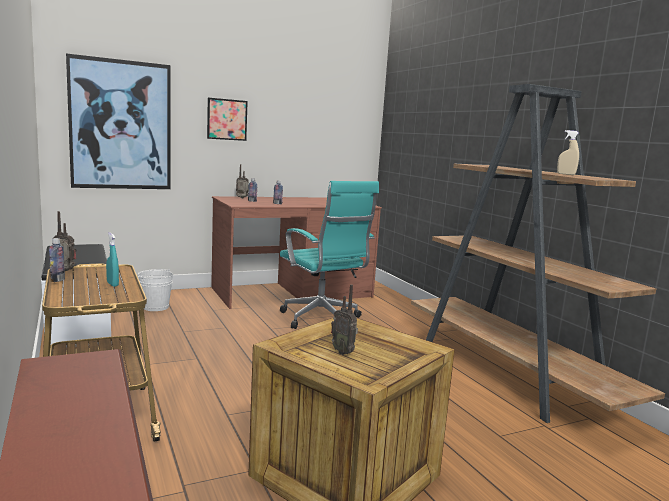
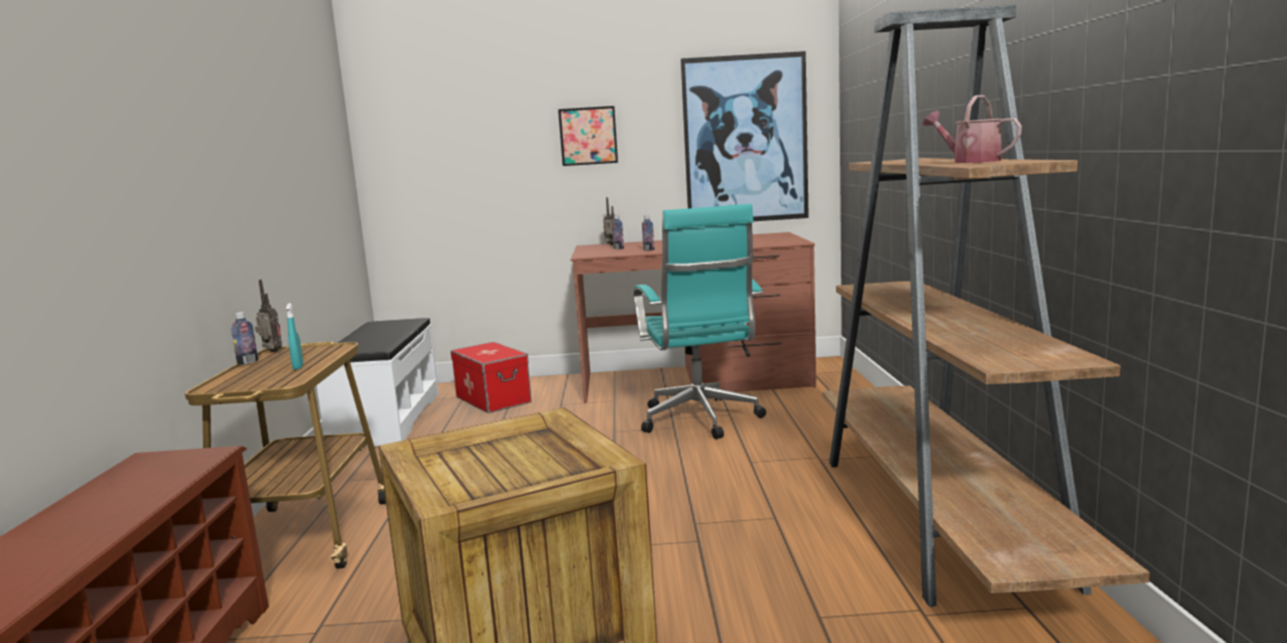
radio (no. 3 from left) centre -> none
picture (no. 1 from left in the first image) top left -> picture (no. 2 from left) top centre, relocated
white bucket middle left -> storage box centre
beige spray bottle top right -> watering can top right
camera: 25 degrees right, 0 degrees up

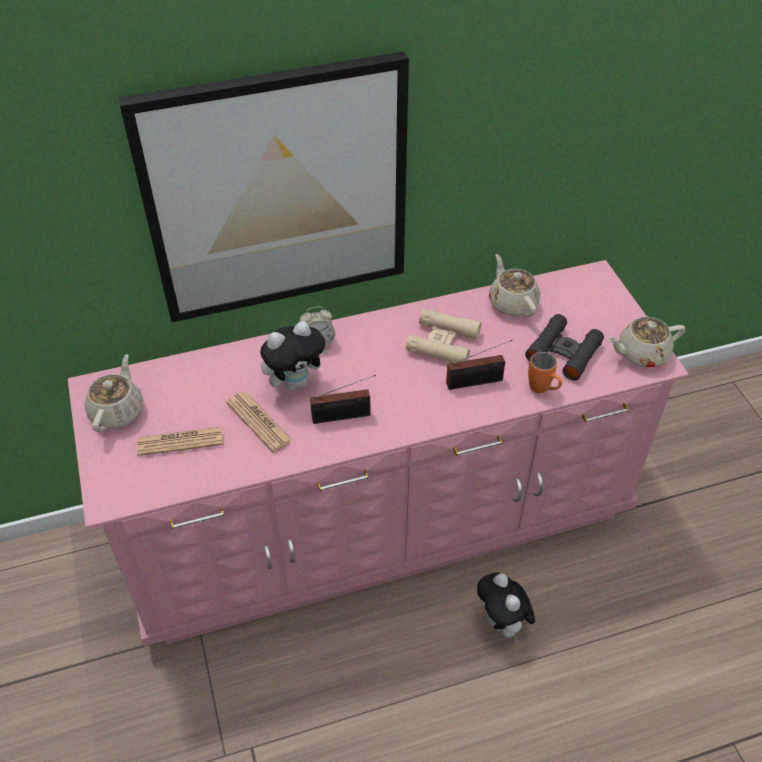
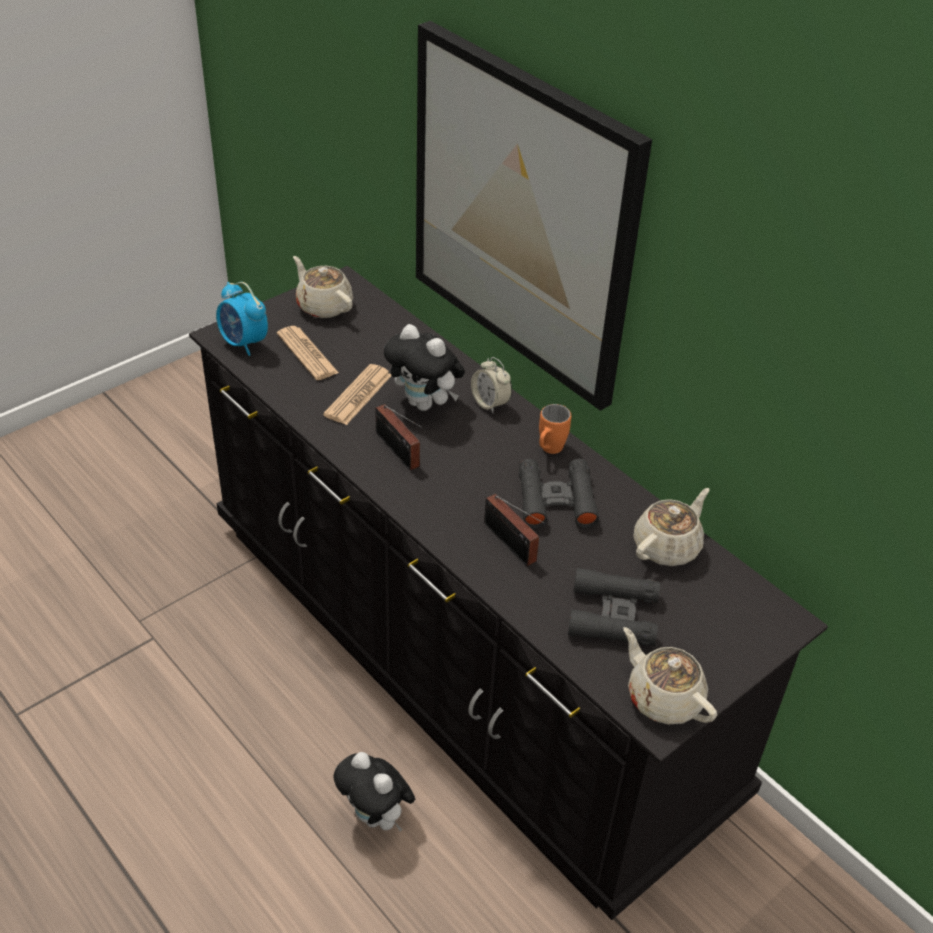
none -> alarm clock (no. 1 from left) middle left
orange mug middle right -> orange mug centre, relocated
pink dresser centre -> black dresser centre
beige binoculars centre -> black binoculars (no. 1 from left) centre
beige teapot (no. 1 from left) middle left -> beige teapot (no. 1 from left) top centre, 120 degrees counterclockwise
plush toy (no. 2 from left in the first image) bottom centre -> plush toy (no. 1 from left) bottom centre, 90 degrees counterclockwise
camera: 65 degrees right, 5 degrees down

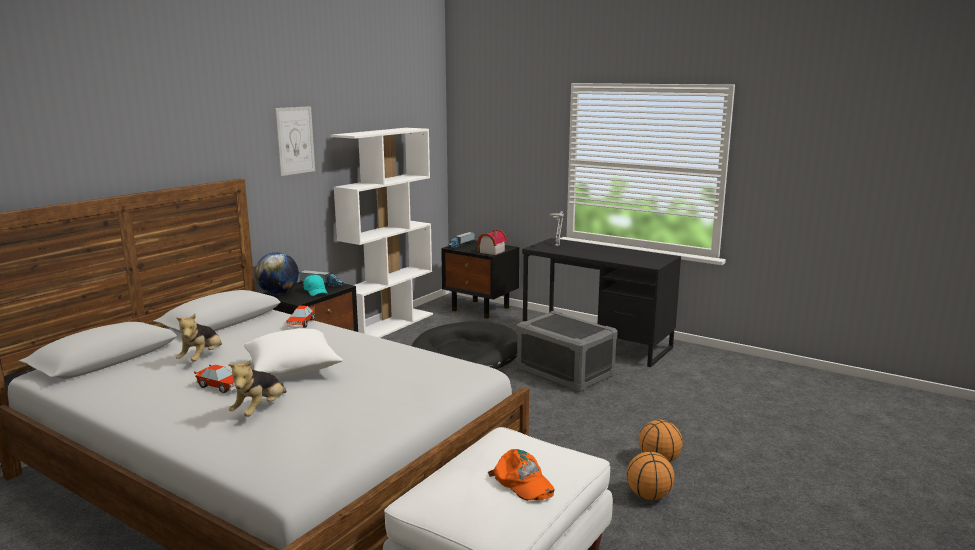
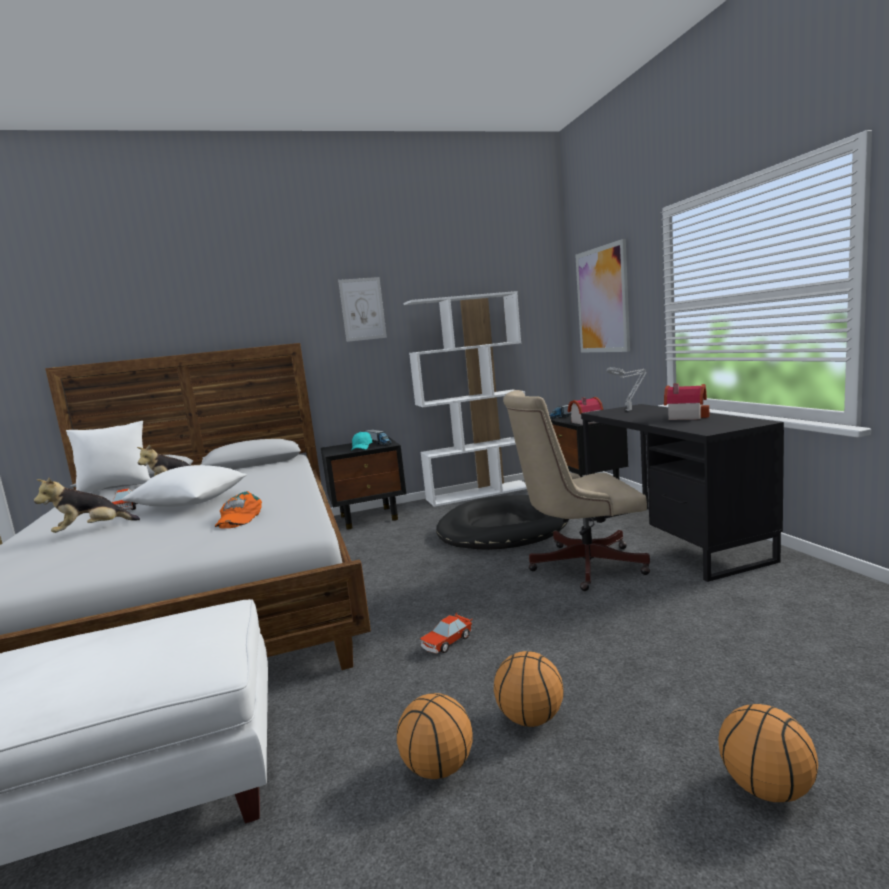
globe middle left -> none
none -> white pillow (no. 1 from left) middle left
none -> picture (no. 2 from left) top right
none -> toy house (no. 2 from left) middle right
none -> basketball (no. 3 from left) bottom right
toy car (no. 2 from left) middle left -> toy car (no. 2 from left) bottom centre, relocated
orange cap bottom centre -> orange cap middle left, relocated
grey storage box centre -> beige office chair centre
camera: 40 degrees right, 5 degrees down

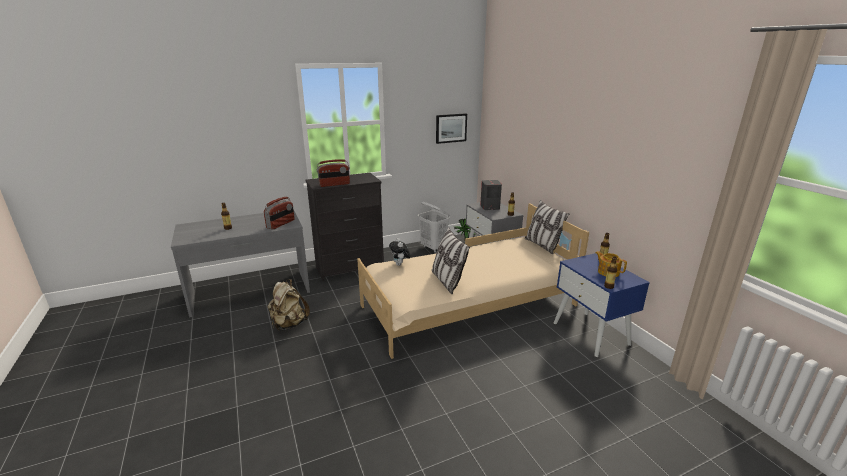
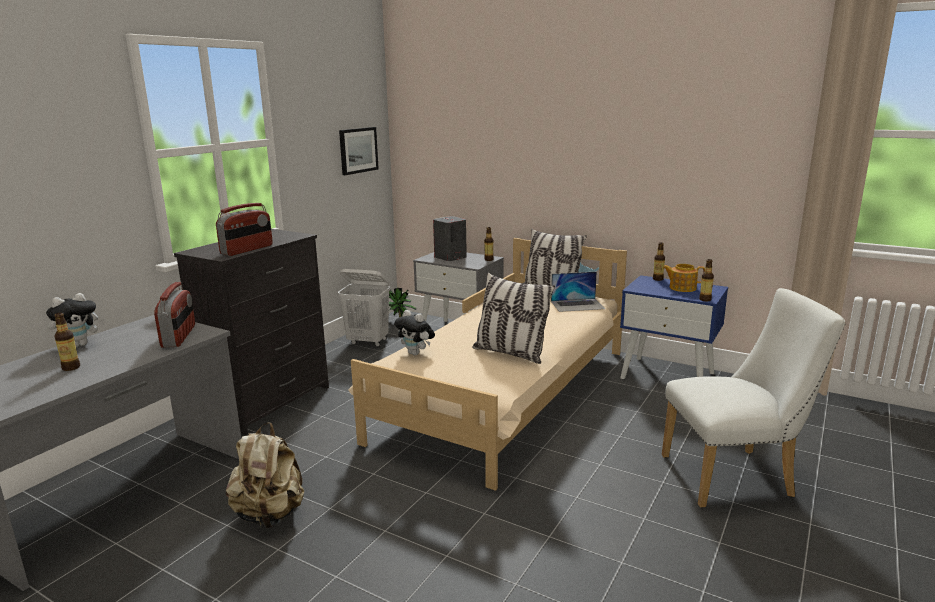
none -> plush toy (no. 1 from left) middle left
none -> laptop centre
none -> white chair middle right
camera: 35 degrees left, 5 degrees down

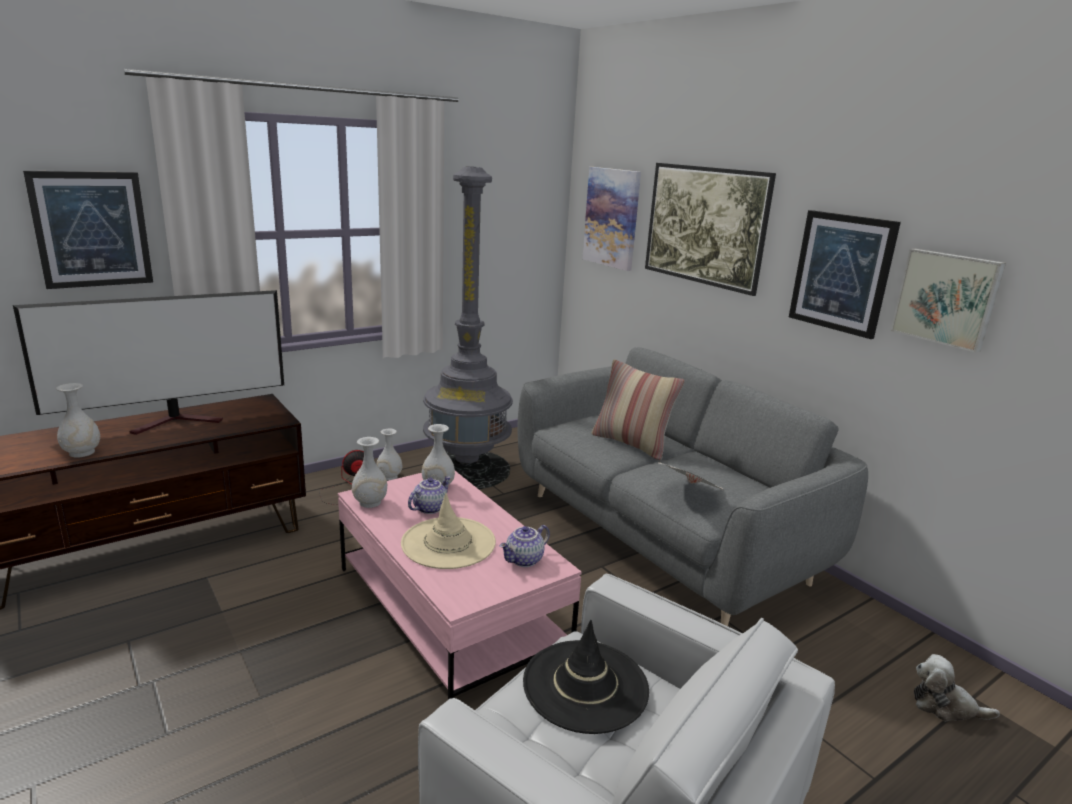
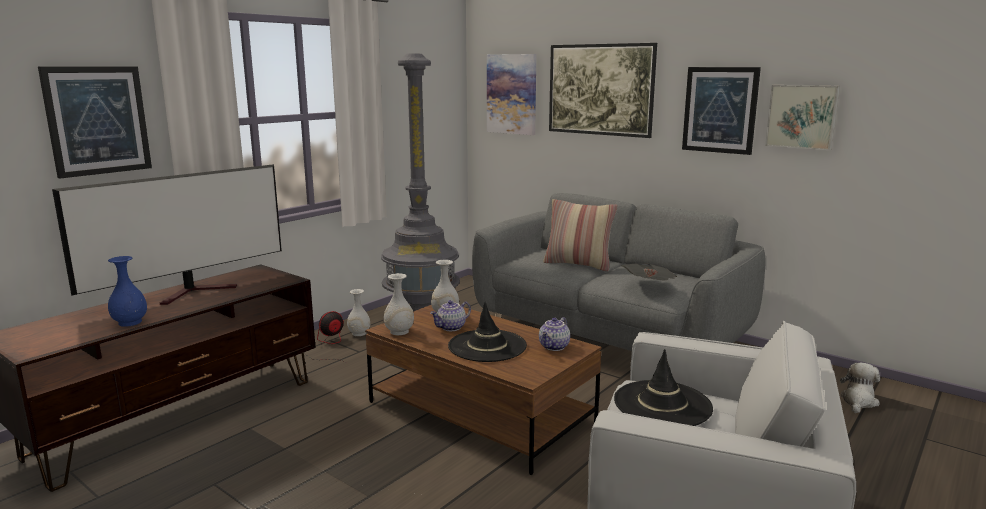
white vase (no. 1 from left) middle left -> blue vase middle left
pink coffee table bottom centre -> brown coffee table bottom centre
beige hat centre -> black hat (no. 1 from left) centre
teapot (no. 1 from left) centre, 150 degrees counterclockwise
plush toy bottom right, 120 degrees clockwise
camera: 15 degrees left, 5 degrees down

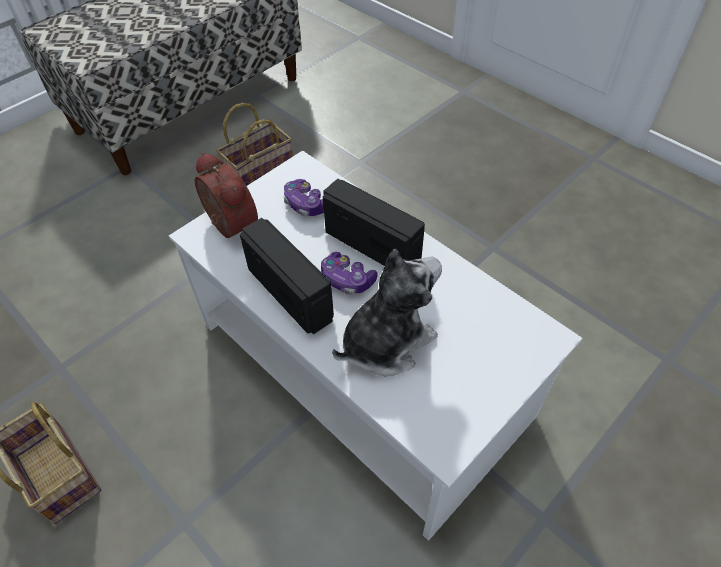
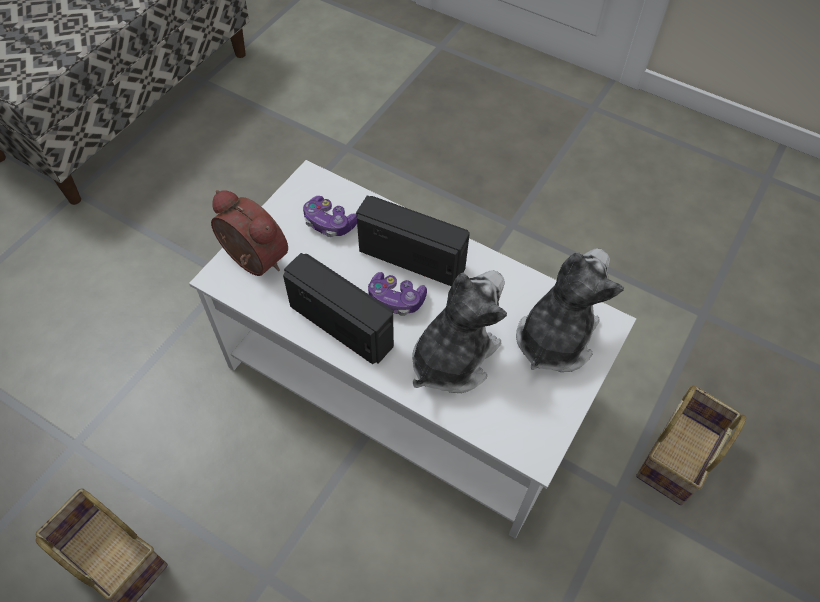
none -> plush toy (no. 2 from left) middle right
basket (no. 2 from left) top centre -> basket (no. 2 from left) bottom right, relocated
camera: 15 degrees left, 5 degrees up

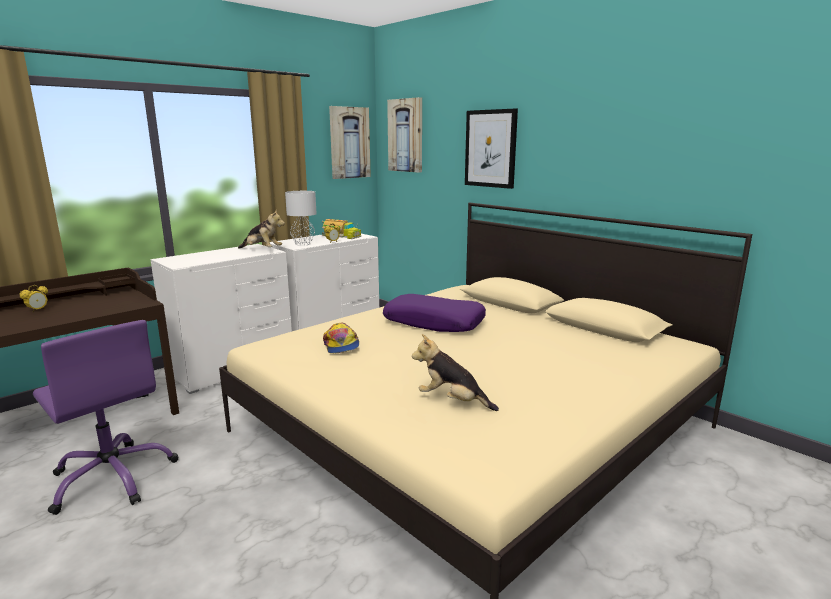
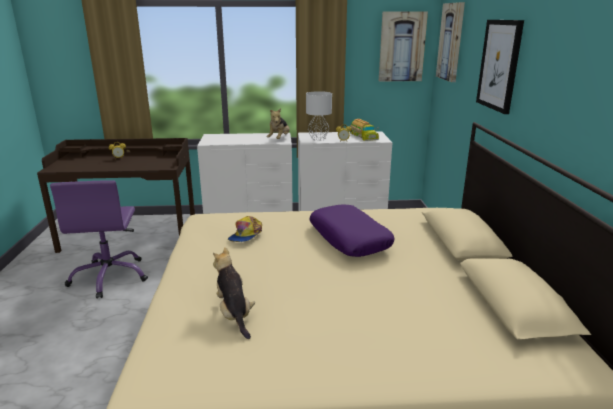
plush toy (no. 1 from left in the first image) middle left -> plush toy (no. 2 from left) top centre, 45 degrees clockwise
camera: 40 degrees right, 5 degrees up

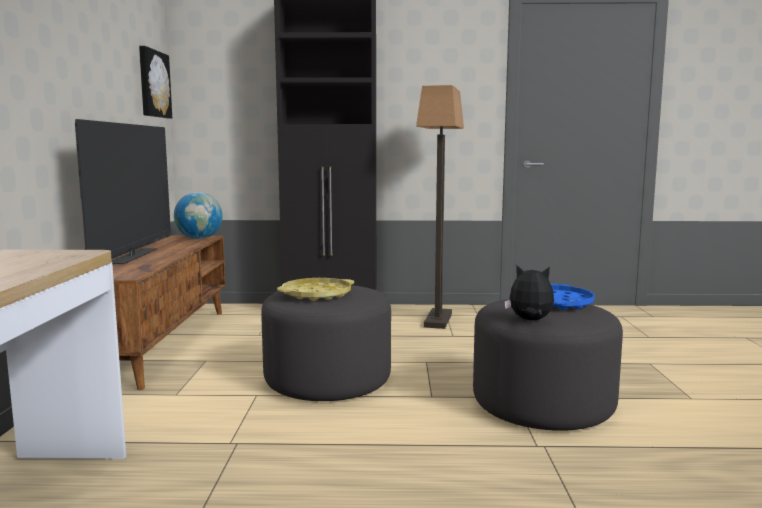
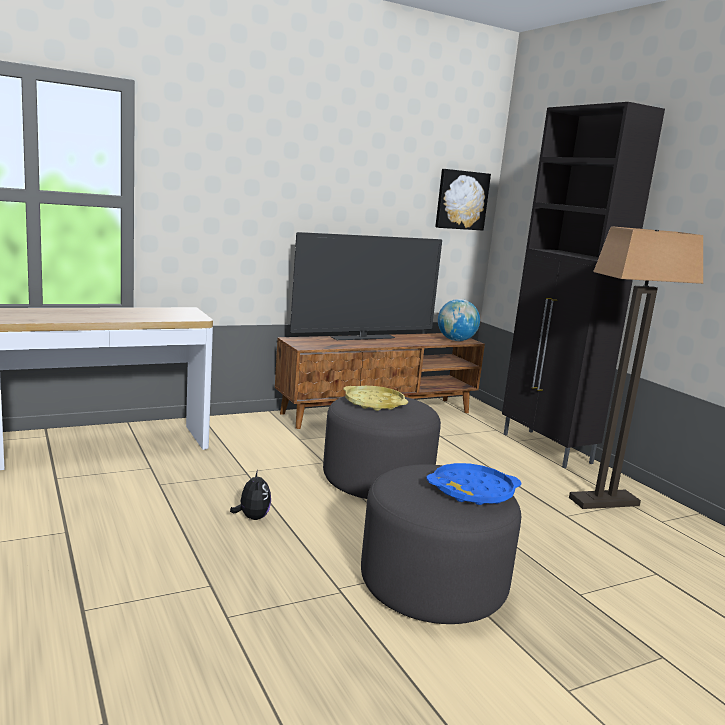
plush toy middle right -> plush toy bottom centre, relocated
camera: 60 degrees right, 5 degrees up

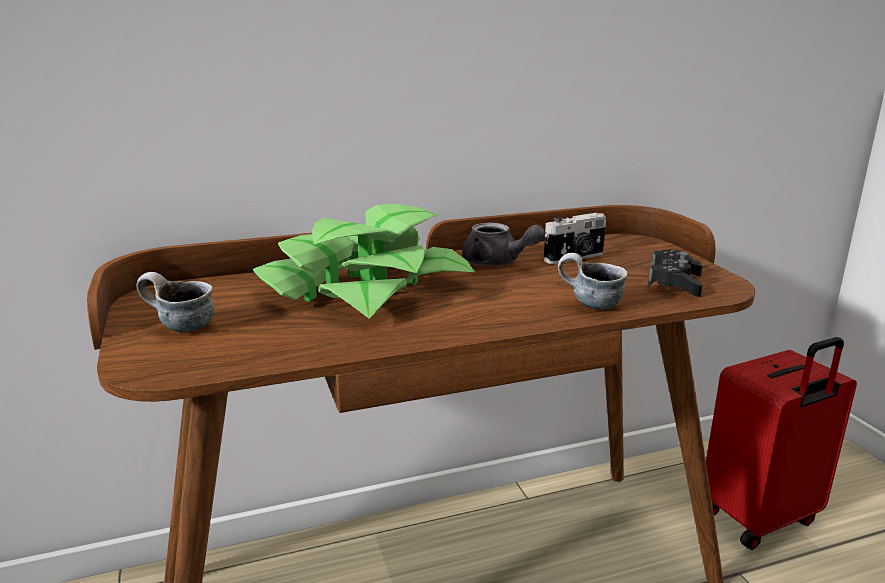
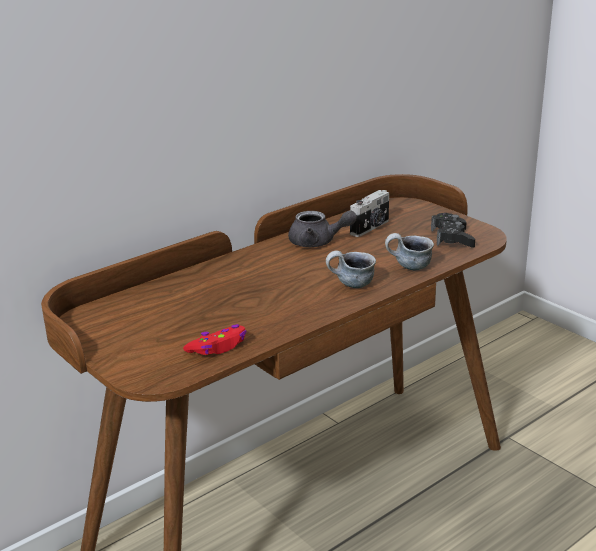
potted plant centre -> none
red suitcase bottom right -> none
none -> red game controller centre
mug (no. 1 from left) middle left -> mug (no. 1 from left) centre, relocated
camera: 20 degrees left, 5 degrees up

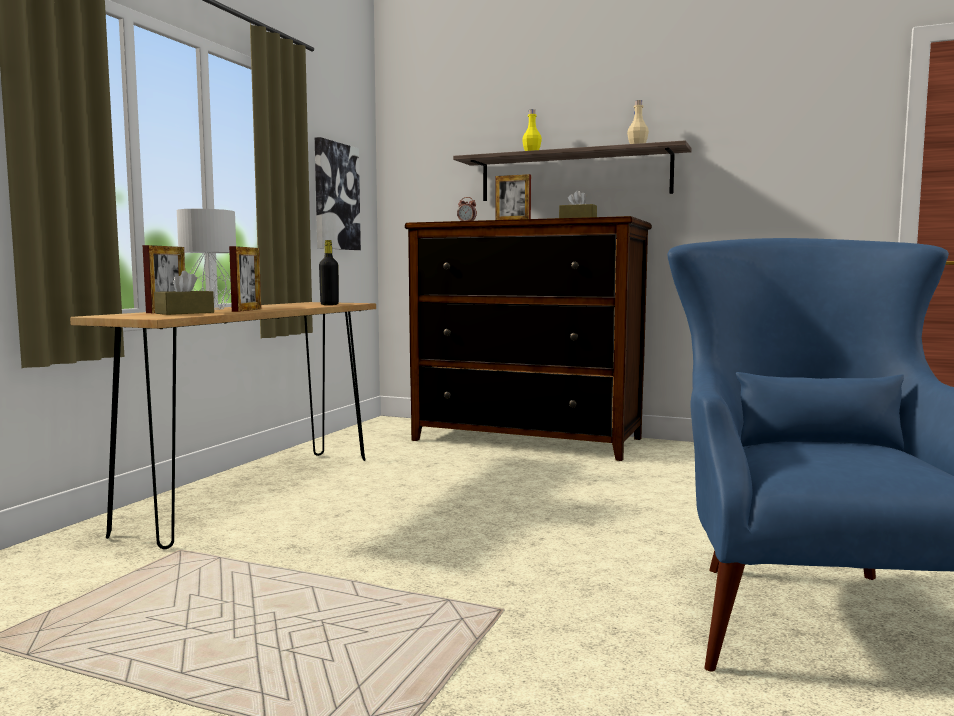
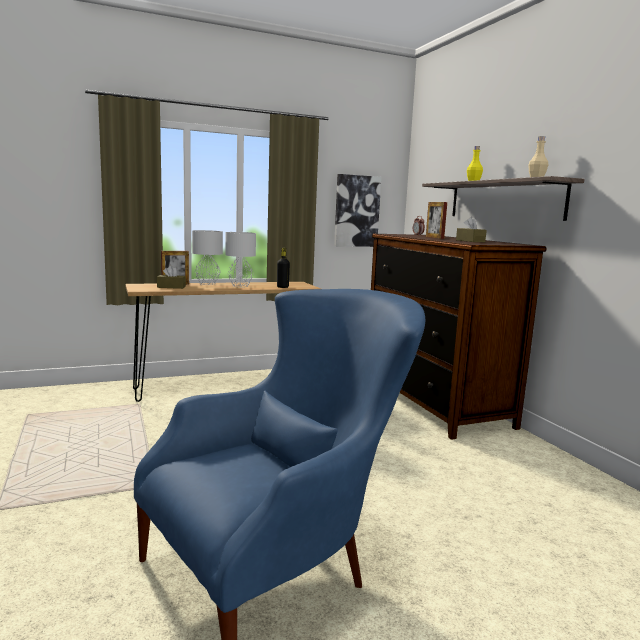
picture frame (no. 2 from left) middle left -> none
none -> grey table lamp (no. 2 from left) centre
camera: 45 degrees right, 5 degrees up

